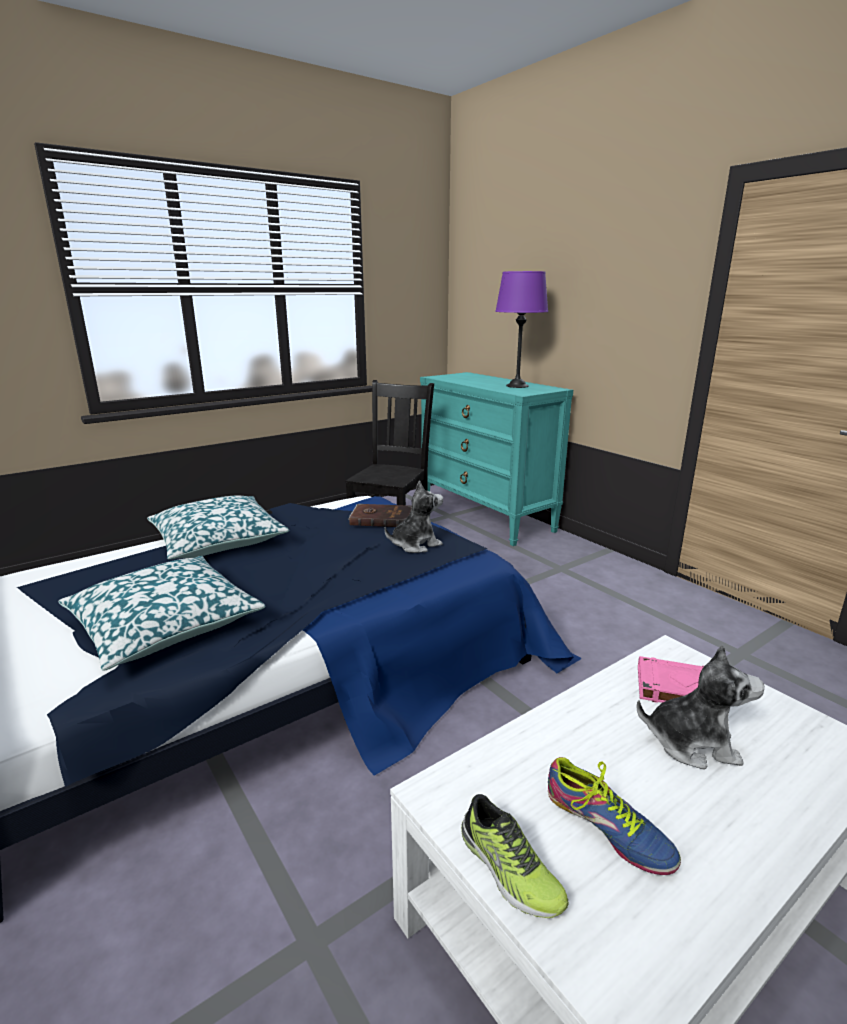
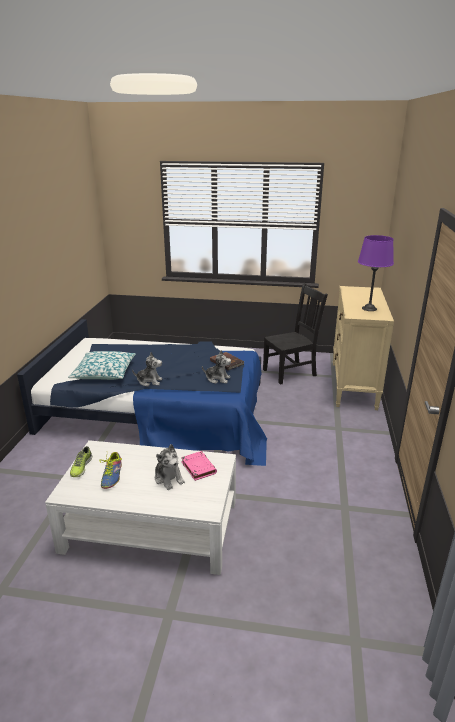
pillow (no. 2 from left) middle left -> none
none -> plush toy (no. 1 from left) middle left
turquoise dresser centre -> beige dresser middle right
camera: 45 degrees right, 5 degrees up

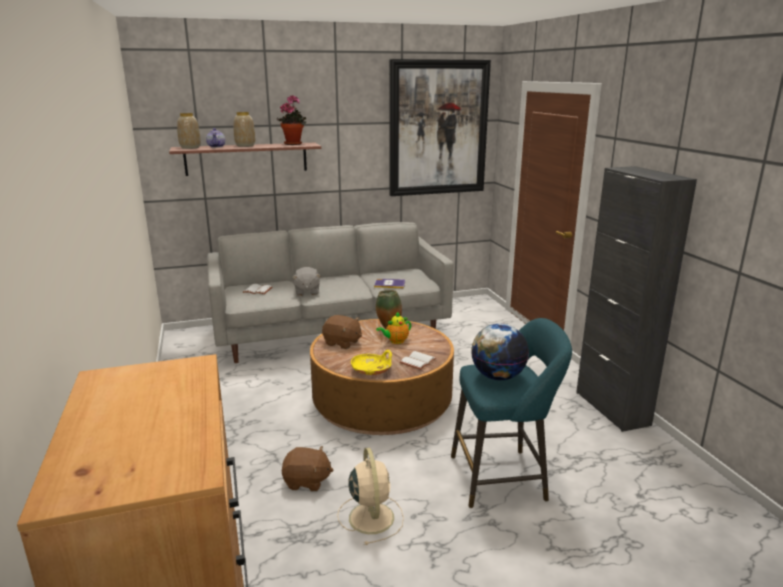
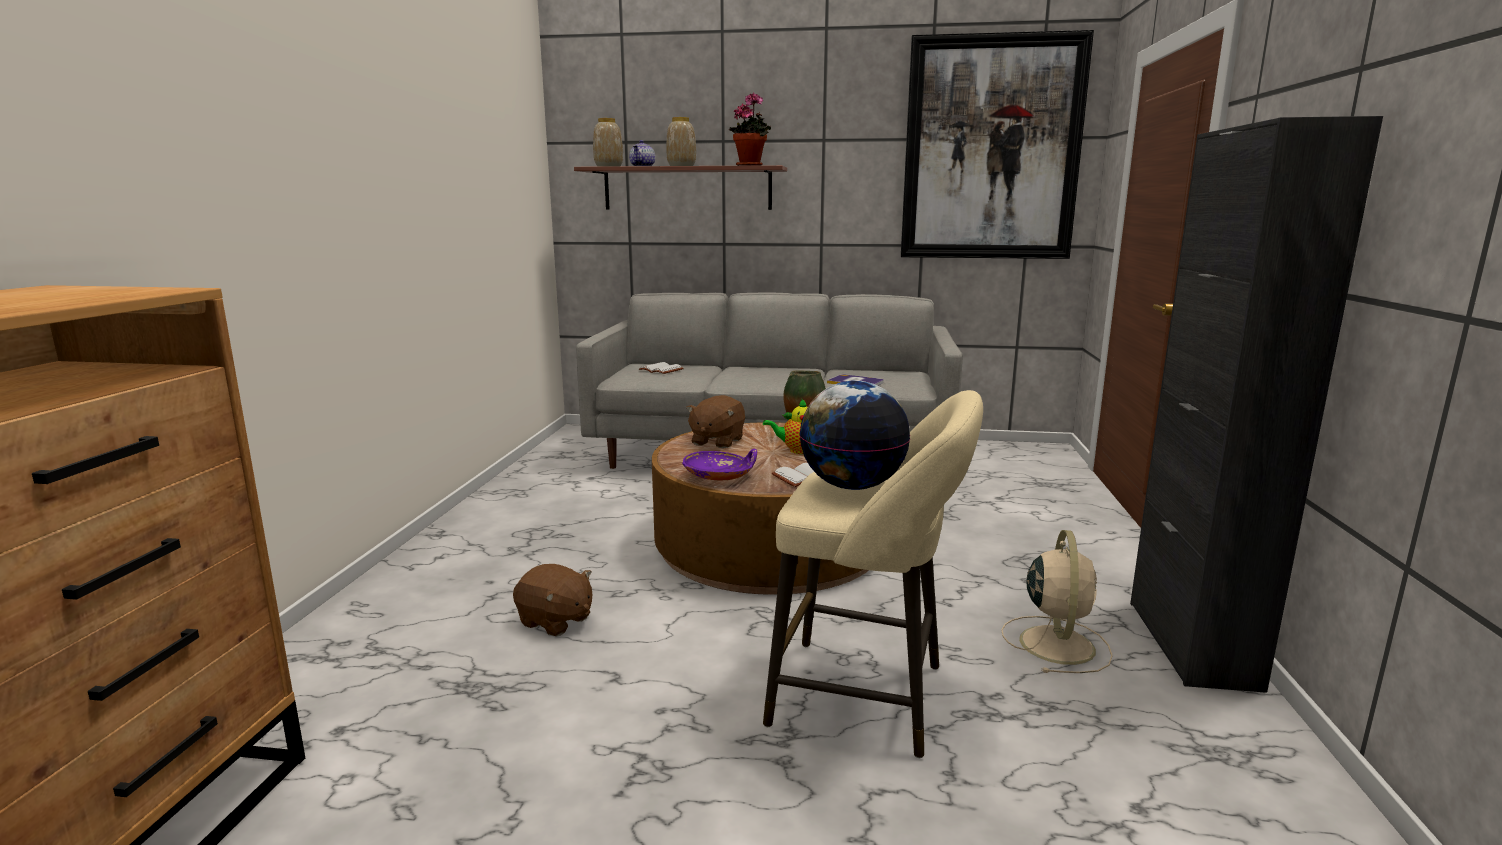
grey plush toy centre -> none
beige fan bottom centre -> beige fan bottom right, relocated
yellow bowl centre -> purple bowl centre
turquoise stool bottom centre -> beige stool bottom centre
brown plush toy (no. 2 from left) centre, 60 degrees clockwise
camera: 25 degrees right, 5 degrees down

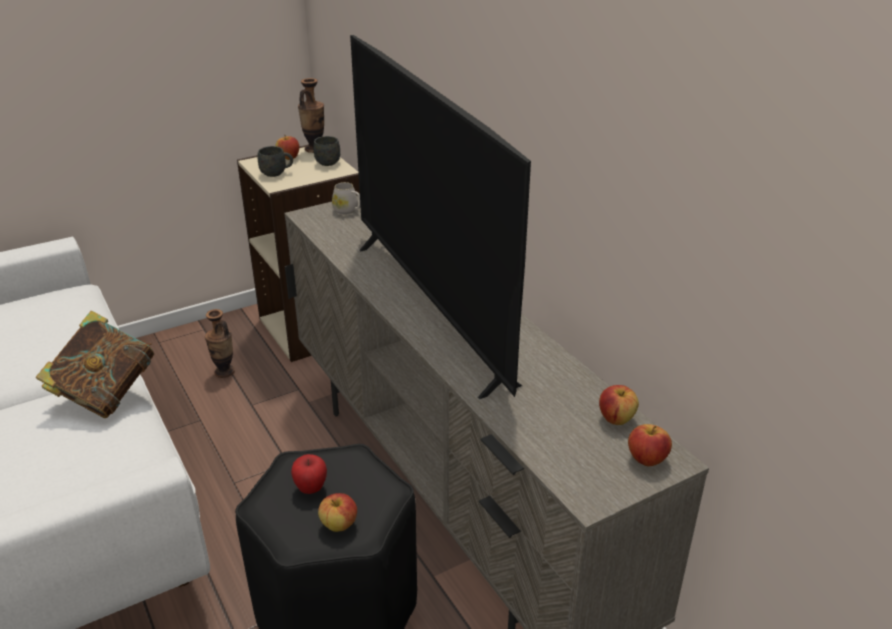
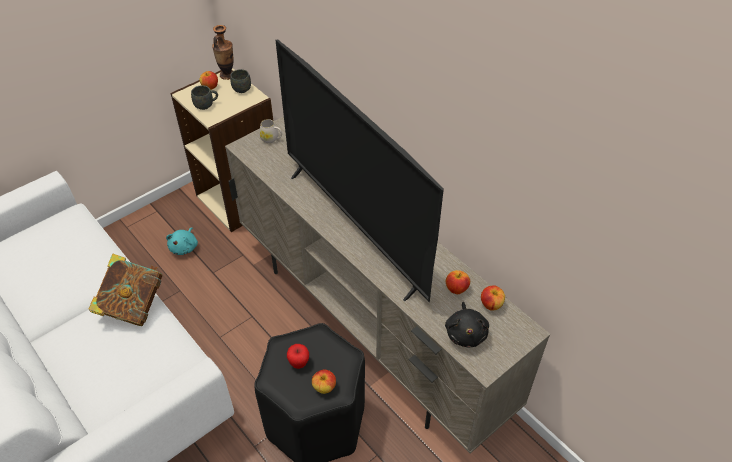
none -> black plush toy bottom centre
apple (no. 5 from left in the first image) bottom right -> apple (no. 4 from left) centre, relocated
vase (no. 1 from left) middle left -> turquoise plush toy middle left
camera: 10 degrees left, 15 degrees up

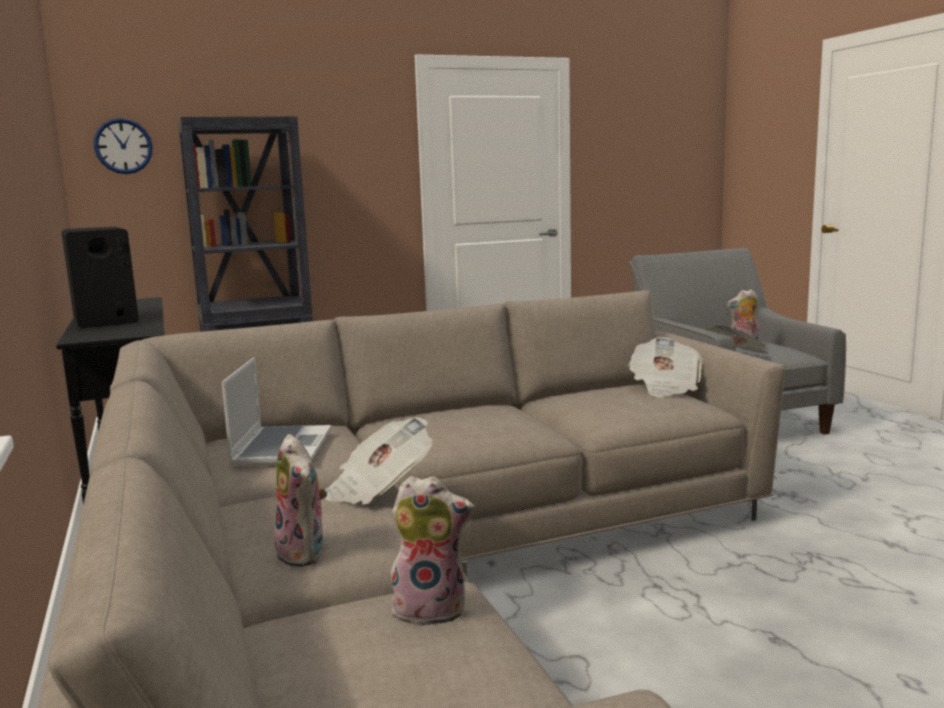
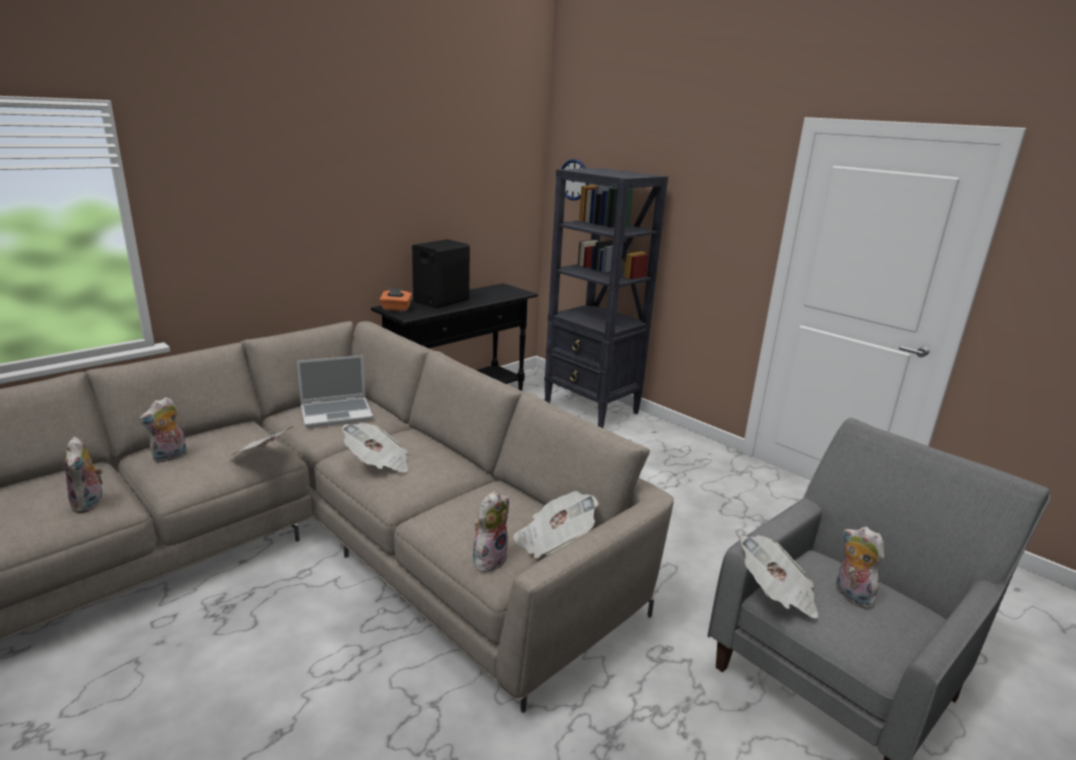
none -> newspaper (no. 2 from left) centre
none -> orange tissue box centre
none -> plush toy (no. 3 from left) bottom centre
camera: 65 degrees right, 10 degrees up

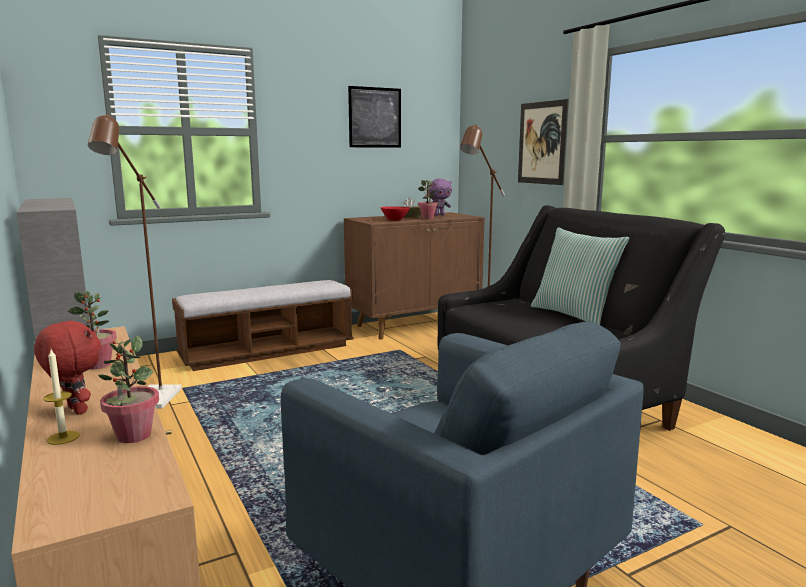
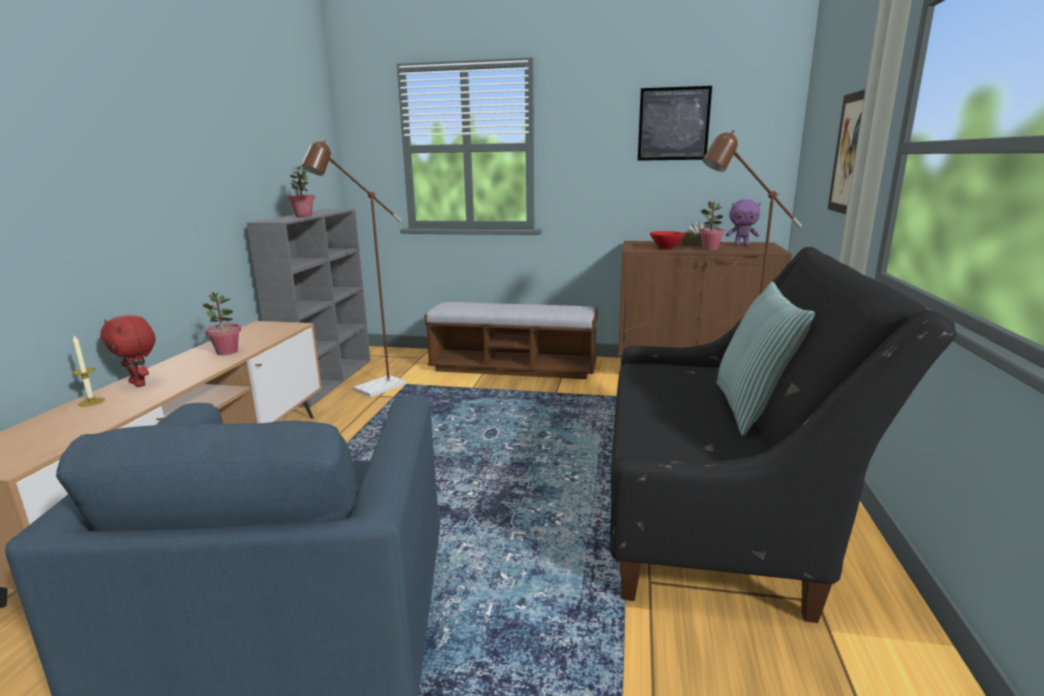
potted plant (no. 2 from left) middle left -> potted plant (no. 2 from left) top left, relocated
red plush toy middle left, 135 degrees clockwise
camera: 40 degrees right, 5 degrees up

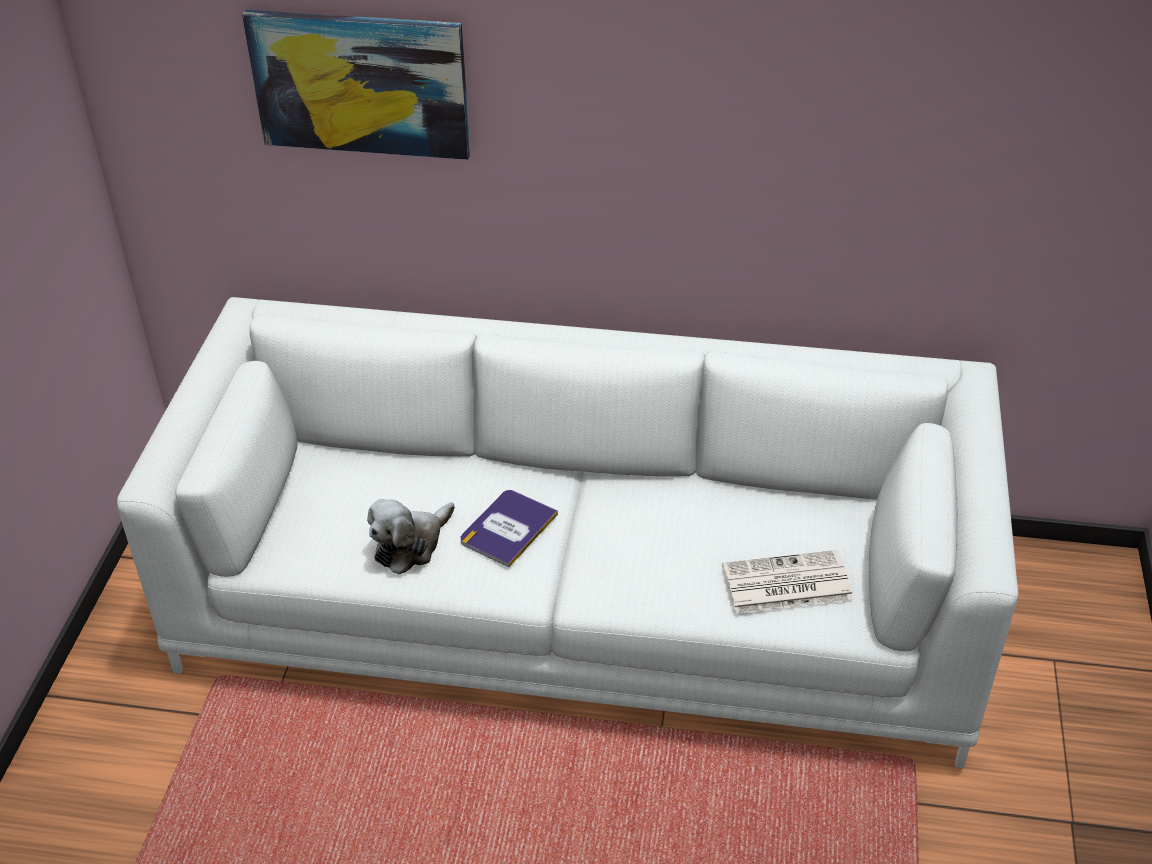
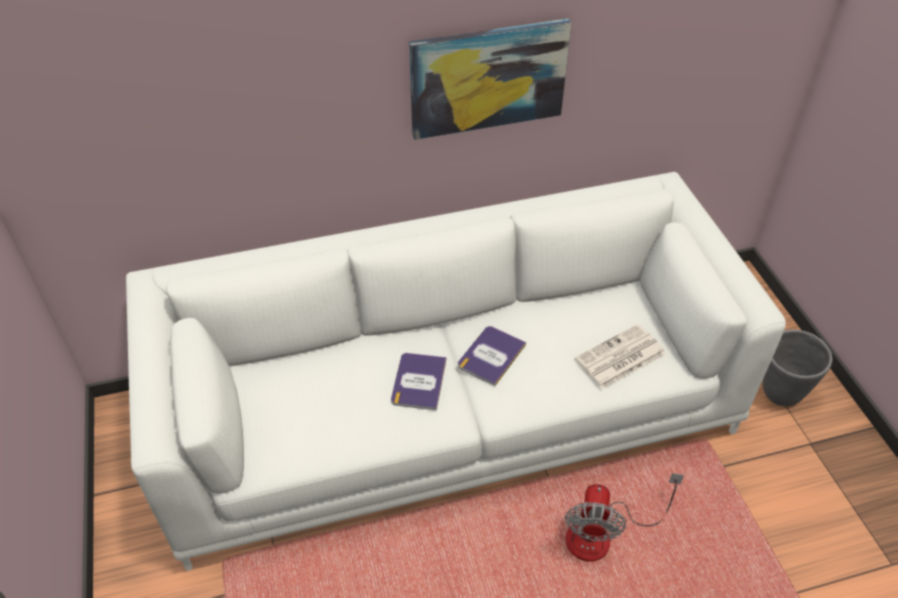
plush toy centre -> none
none -> book (no. 2 from left) centre
none -> fan bottom right
none -> grey planter middle right
picture top left -> picture top centre, relocated
camera: 25 degrees left, 5 degrees up

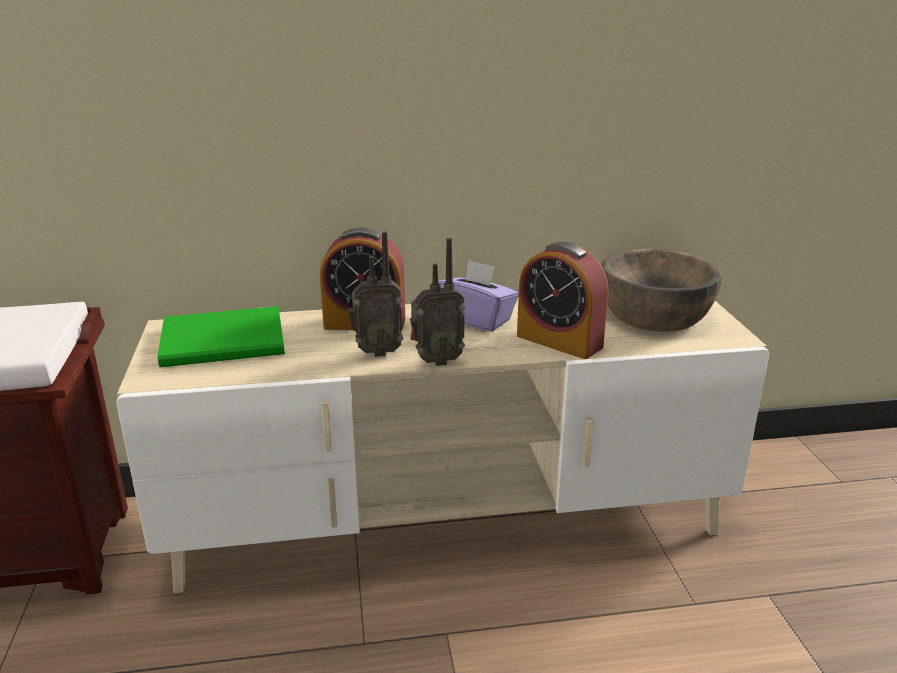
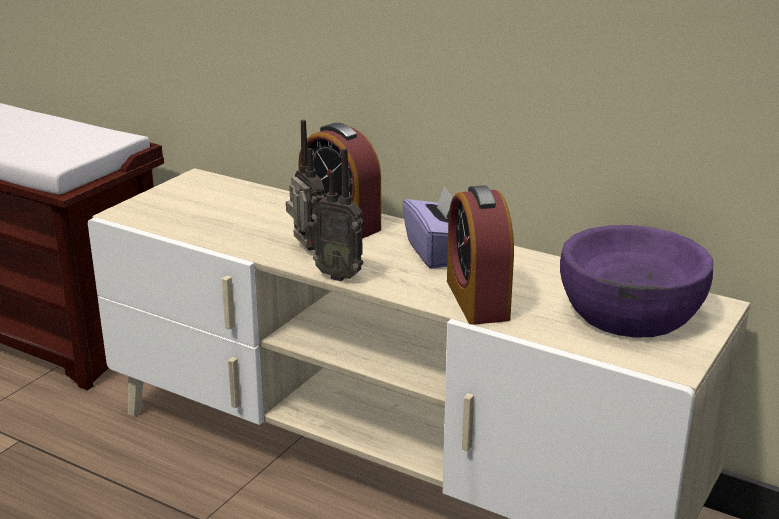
green book middle left -> none
brown bowl middle right -> purple bowl middle right
radio (no. 1 from left) centre, 150 degrees counterclockwise
camera: 40 degrees right, 0 degrees up

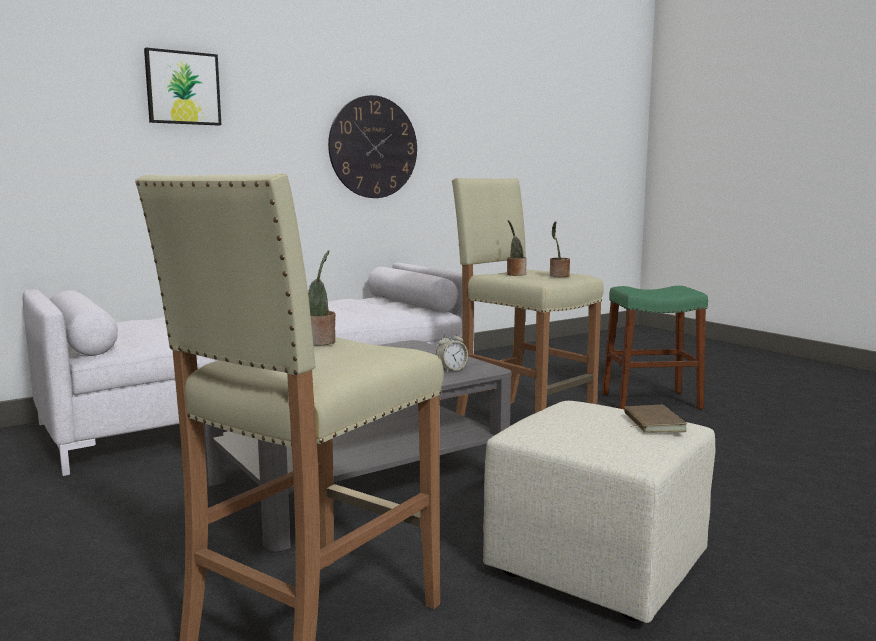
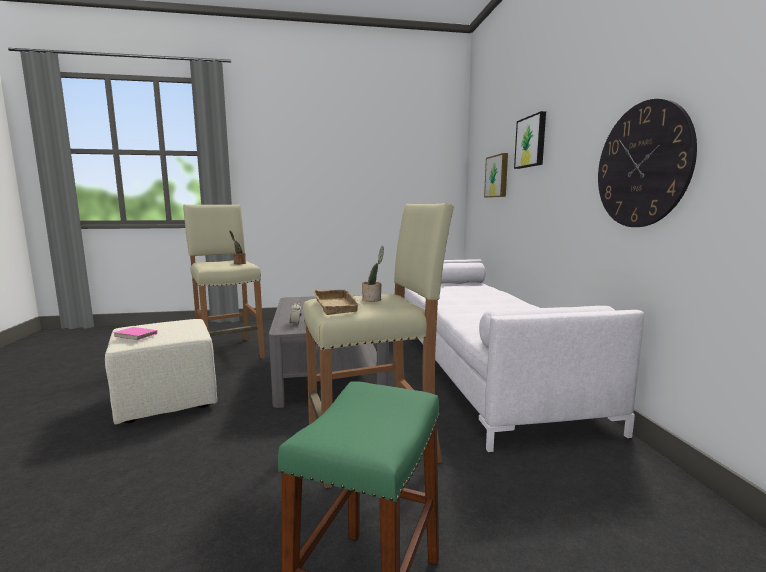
none -> picture (no. 1 from left) top centre
potted plant (no. 3 from left) centre -> beige tray centre
brown book middle right -> pink book middle left
camera: 115 degrees right, 0 degrees up

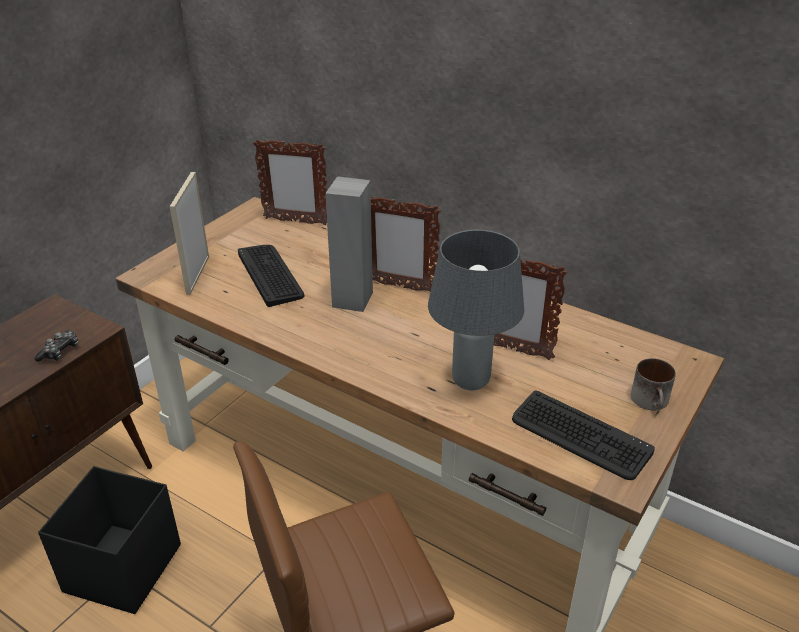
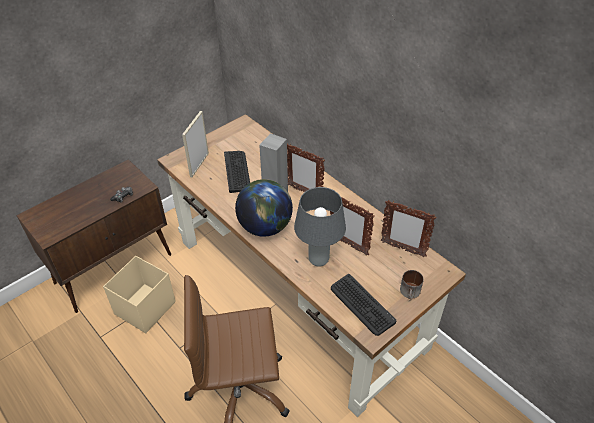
none -> globe centre
picture frame (no. 2 from left in the first image) top centre -> picture frame (no. 4 from left) middle right, relocated
black storage box bottom left -> beige storage box bottom left
camera: 15 degrees right, 10 degrees up

